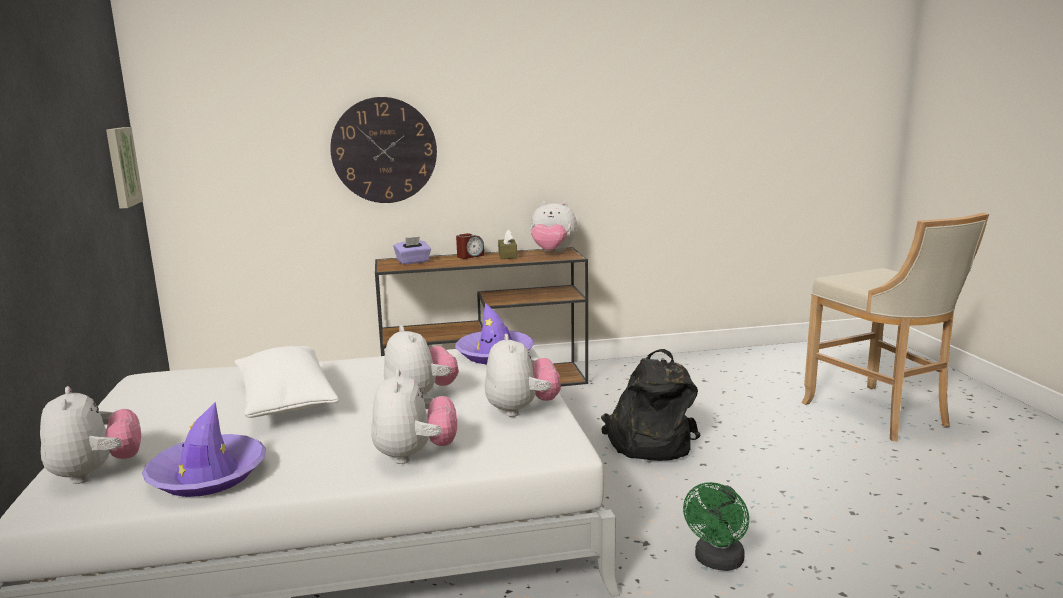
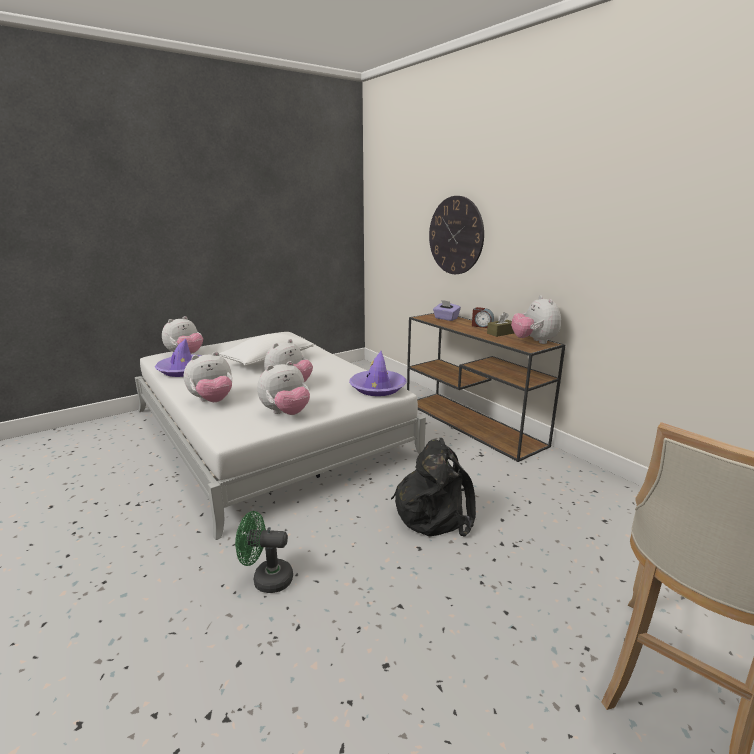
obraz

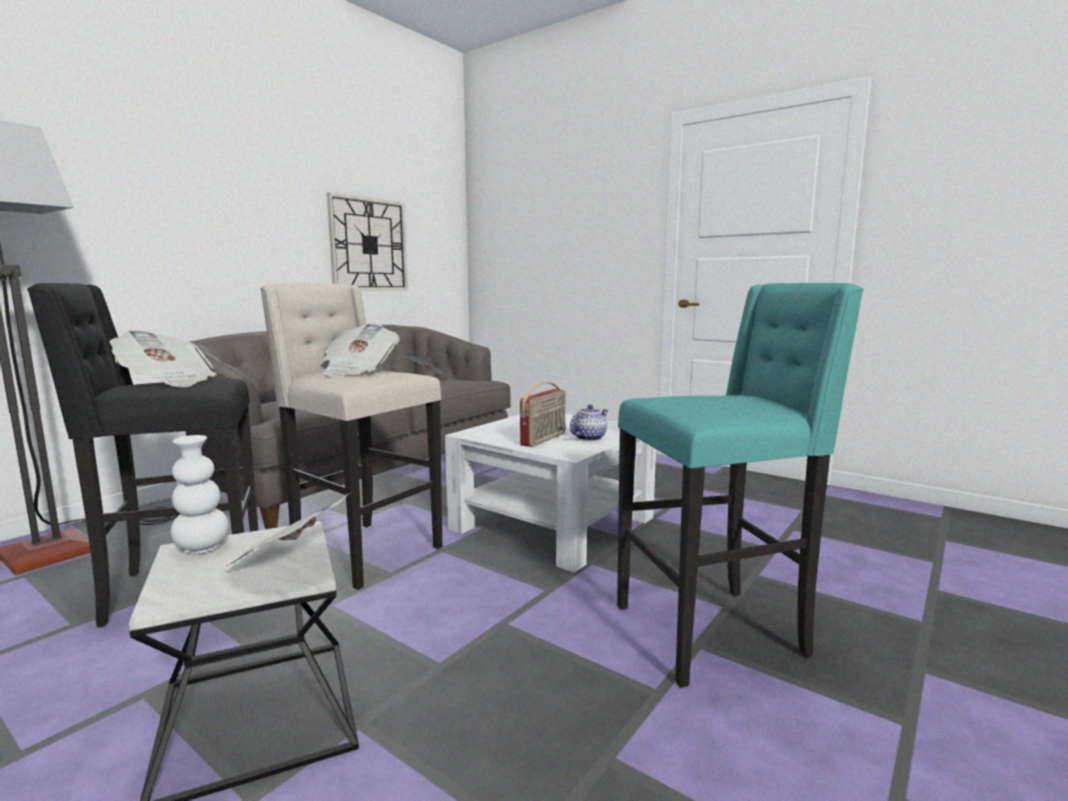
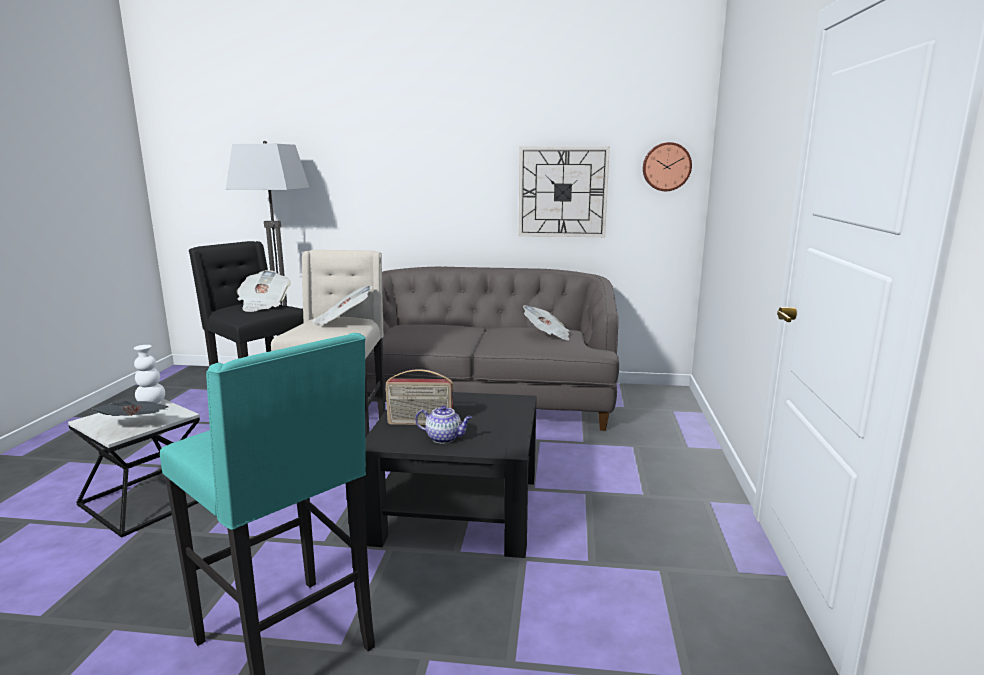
ława [czarny]
zegar ścienny (2nd from left)

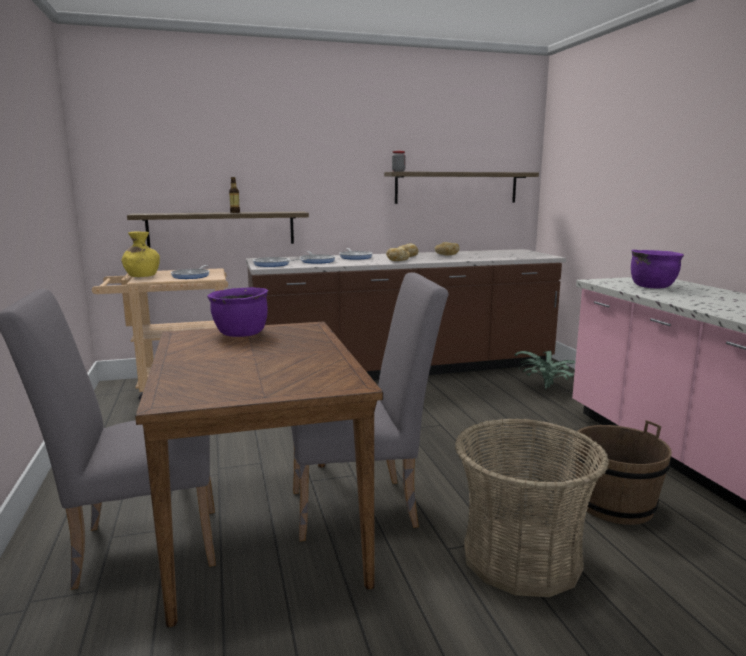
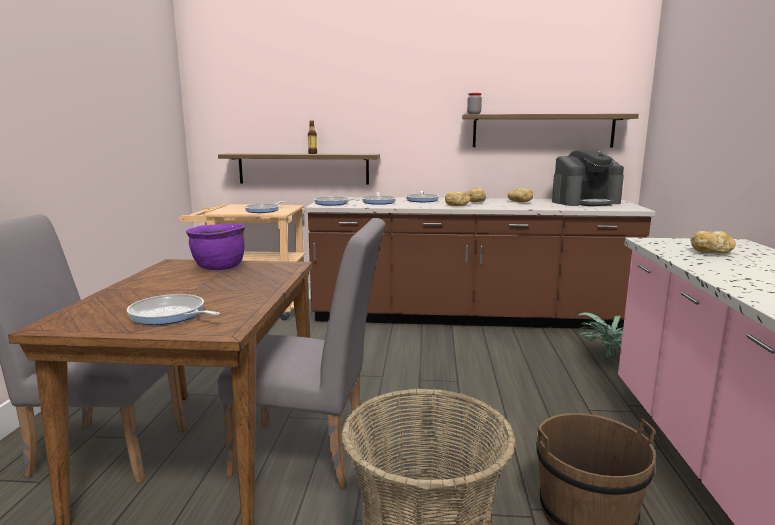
wazon [żółty]
chleb (4th from left)
patelnia (1st from left)
ekspres do kawy

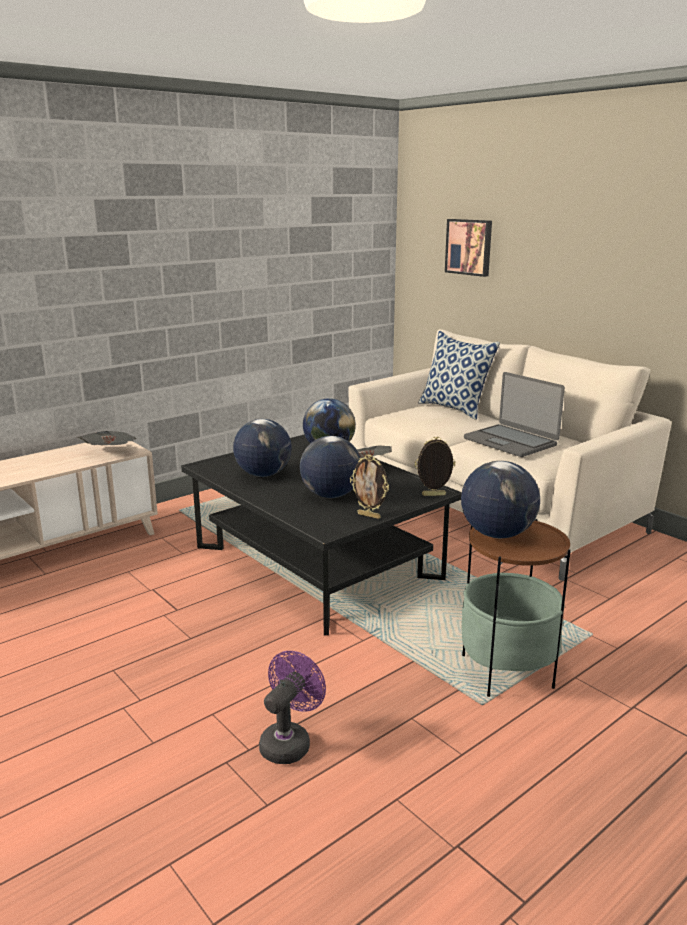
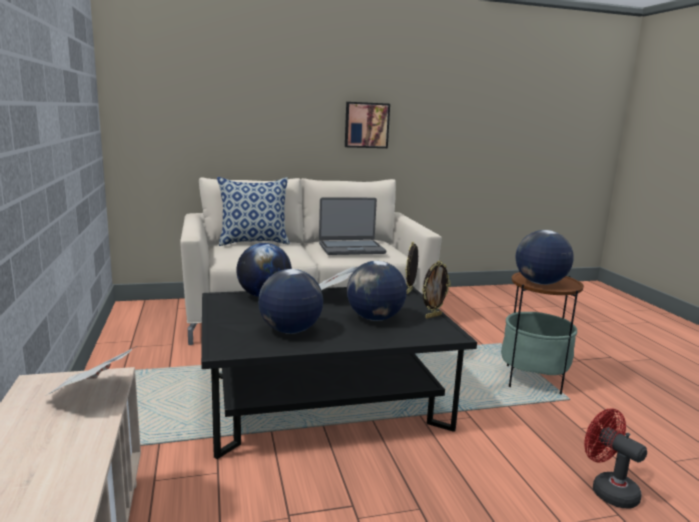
wentylator [czerwony]
obraz

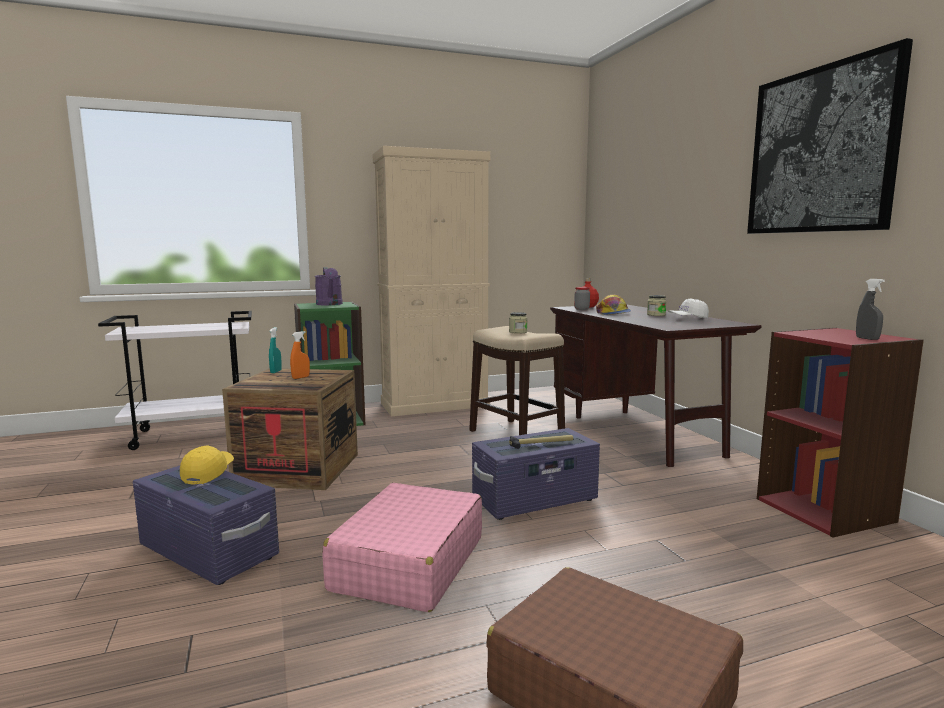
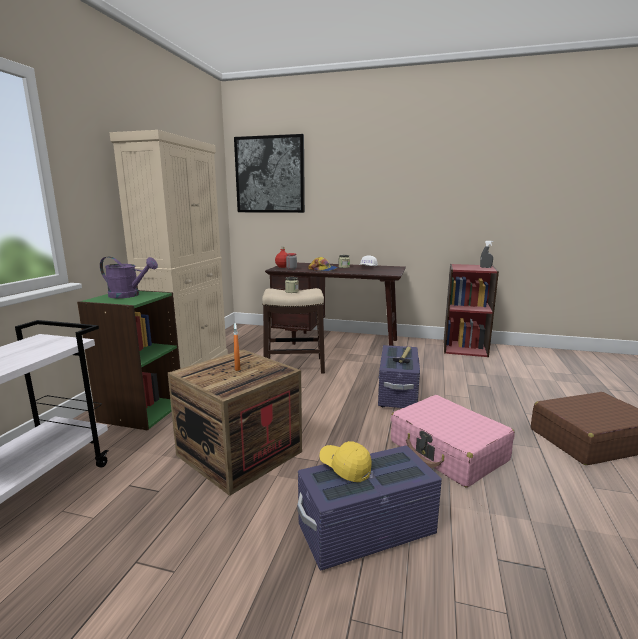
spryskiwacz [turkusowy]
obraz

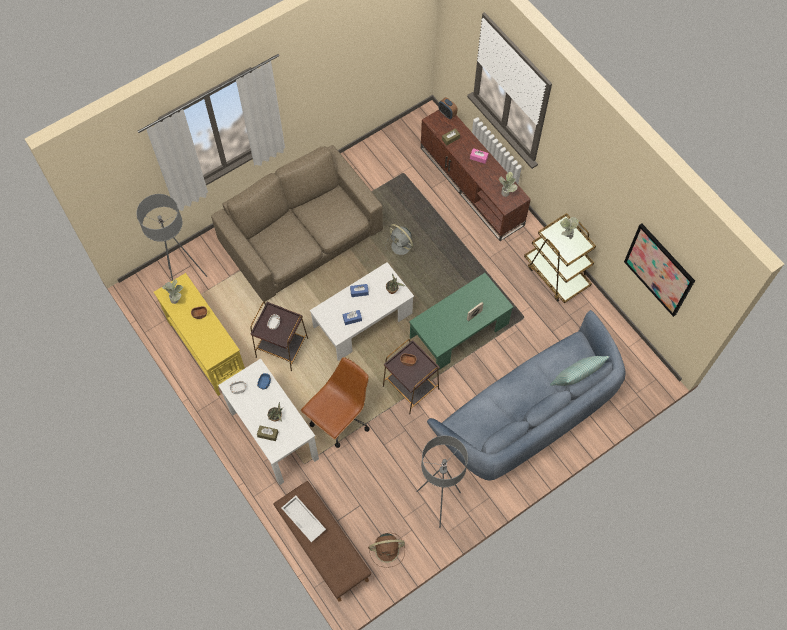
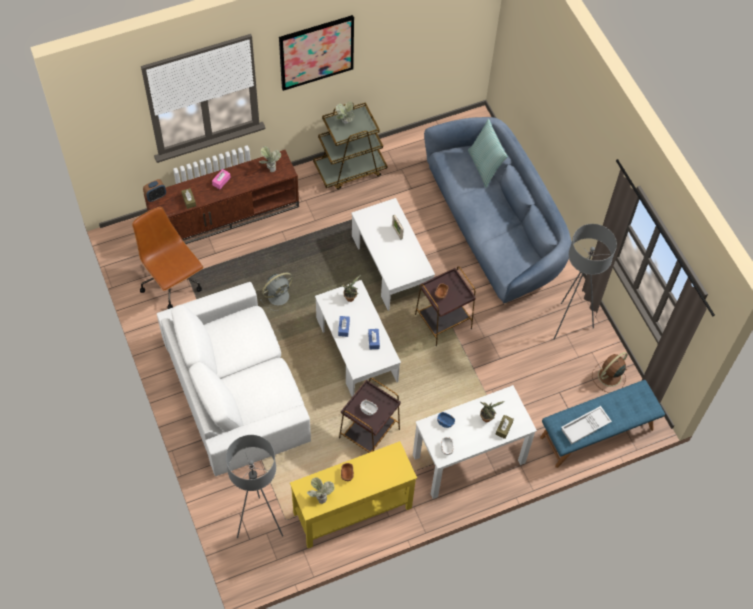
kanapa [biały]
ławka [niebieski]
krzesło biurowe [brązowy]
wentylator [brązowy]
ława [biały] (2nd from left)
obraz

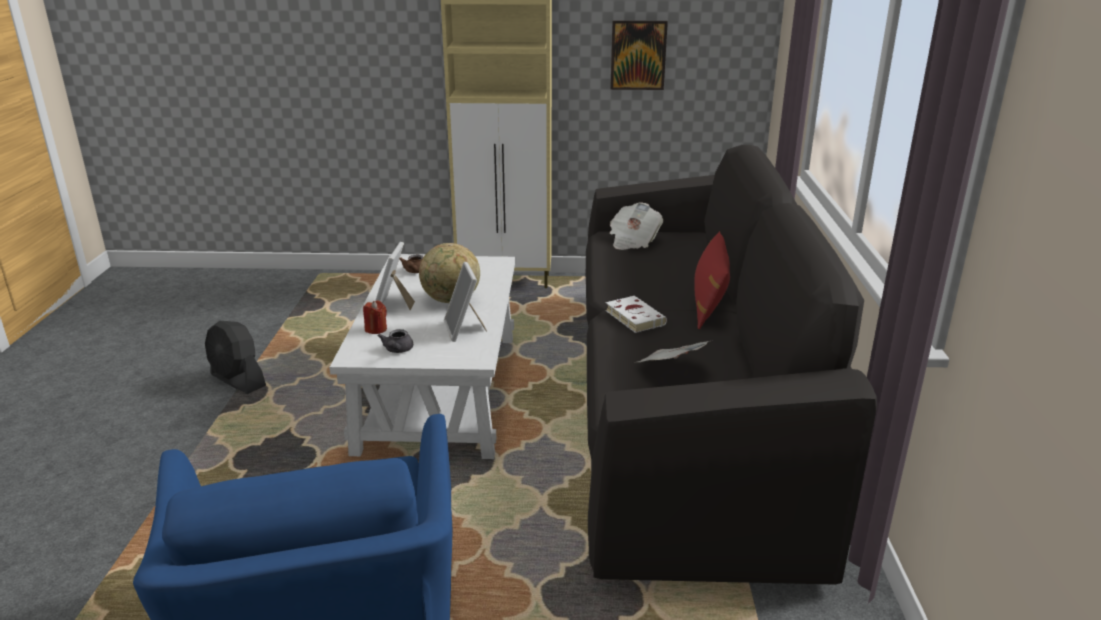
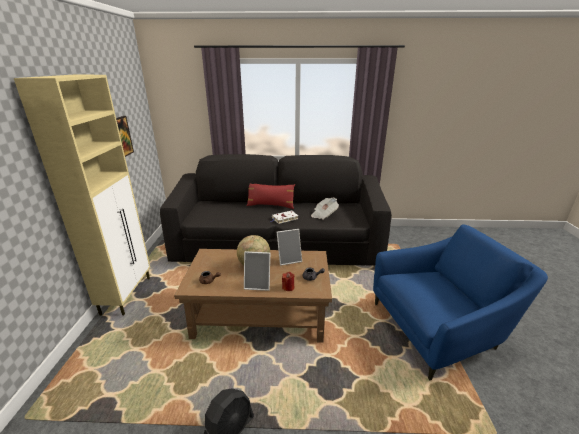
ława [brązowy]
gazeta (1st from left in the first image)

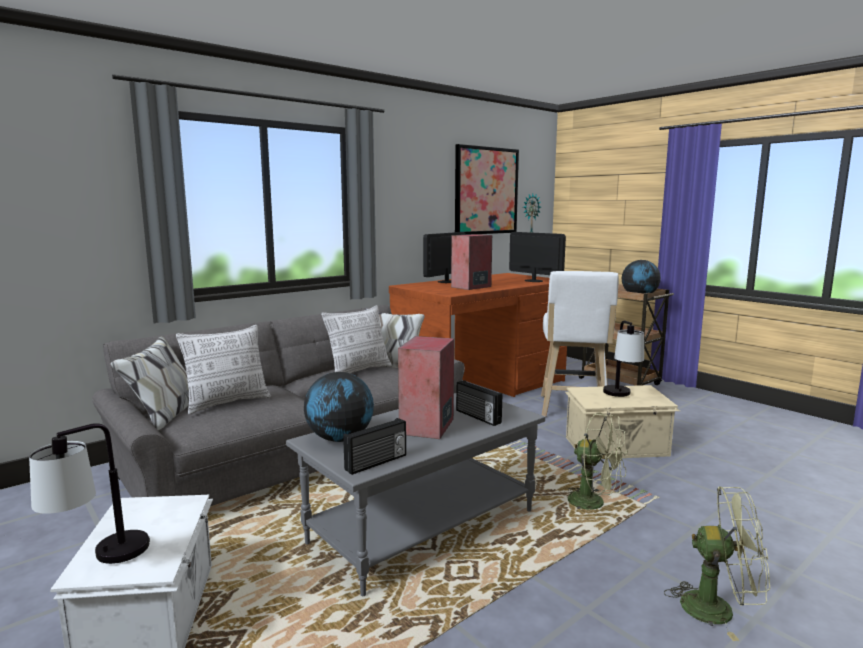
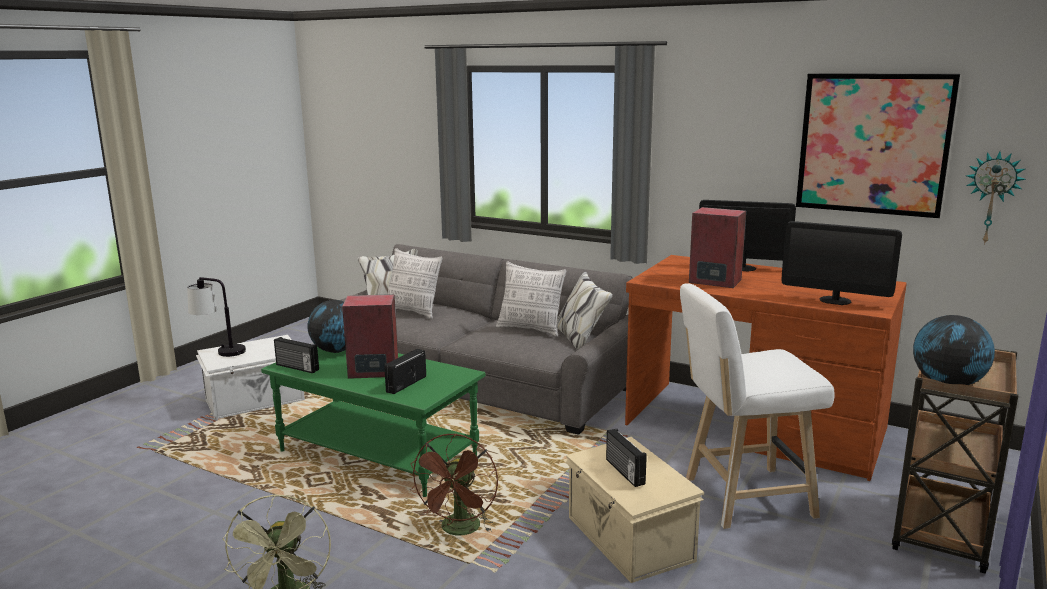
ława [zielony]
monitor (2nd from left)
wentylator [brązowy]
radio (3rd from left)

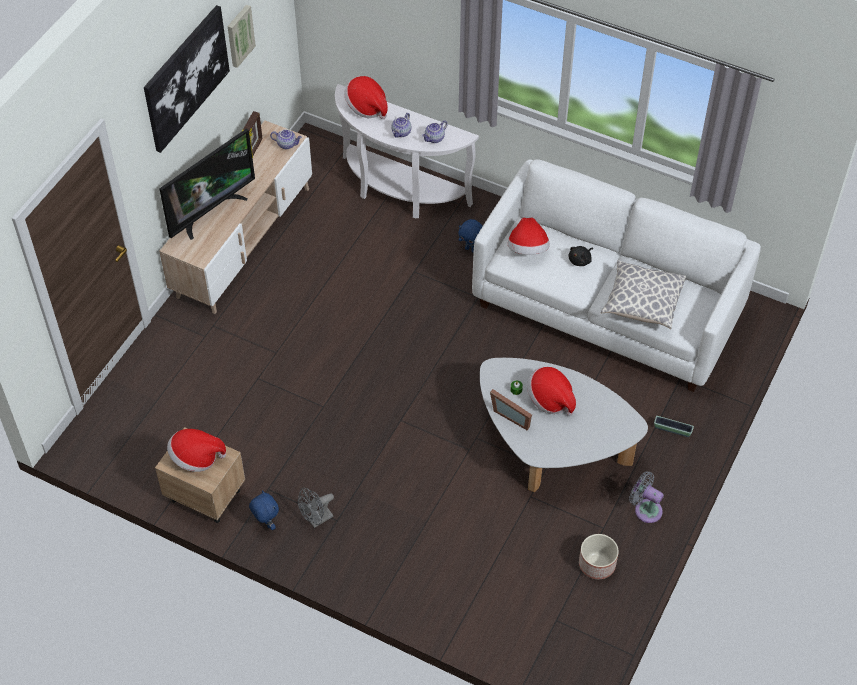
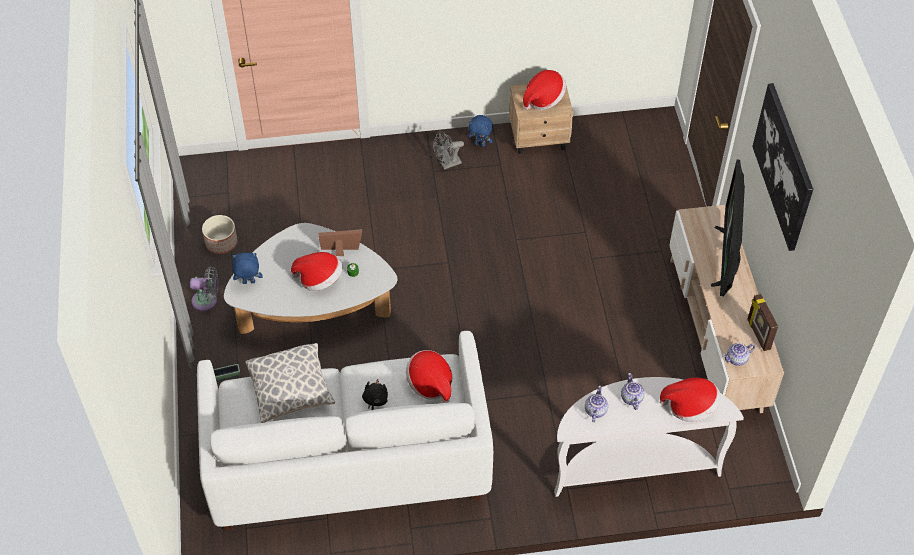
obraz (2nd from left in the first image)
wentylator [szary] (2nd from left)
pluszak [niebieski] (1st from left)

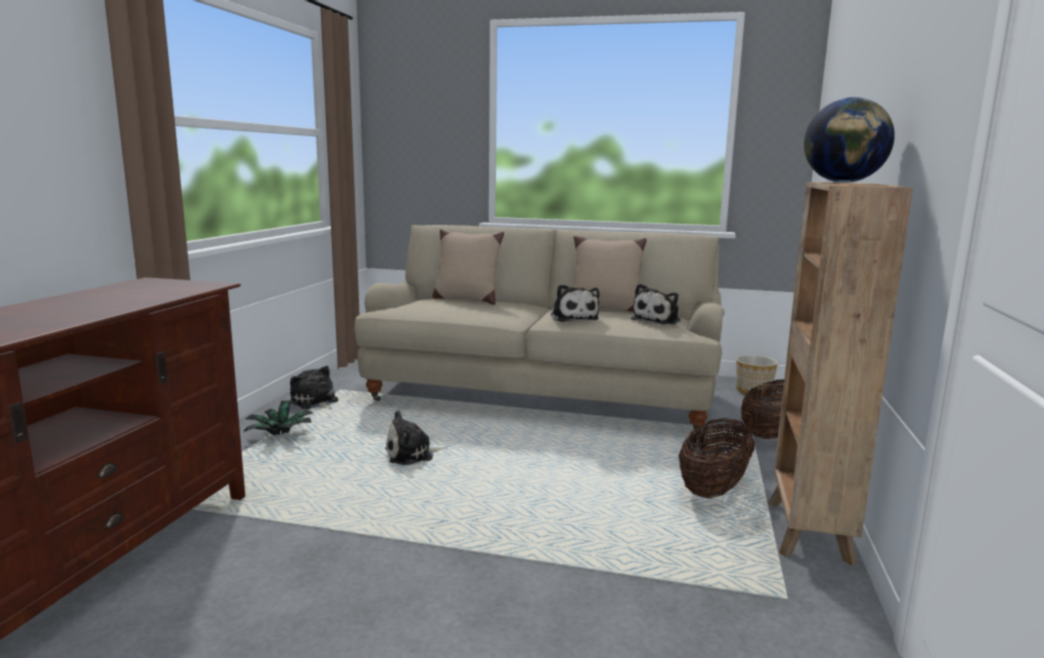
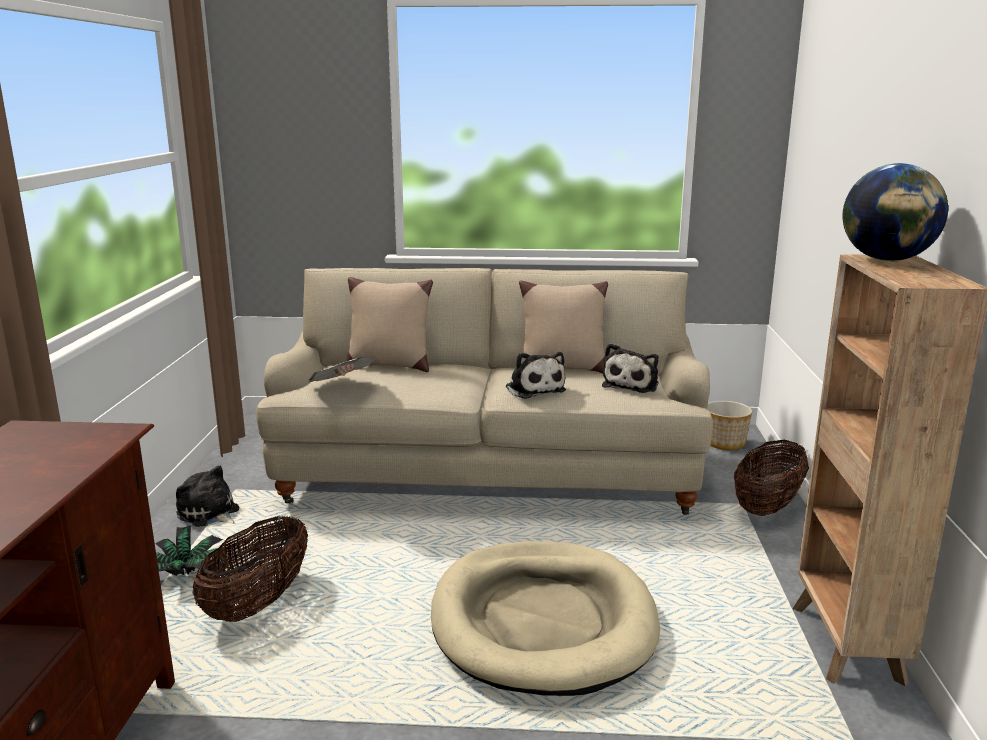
pluszak (2nd from left in the first image)
koszyk (1st from left)
gazeta
legowisko [beżowy]

